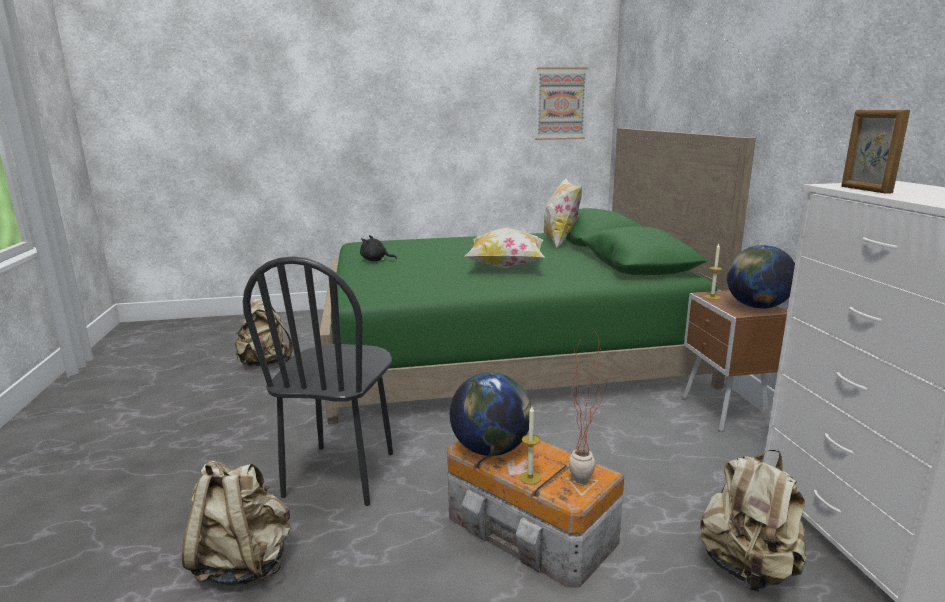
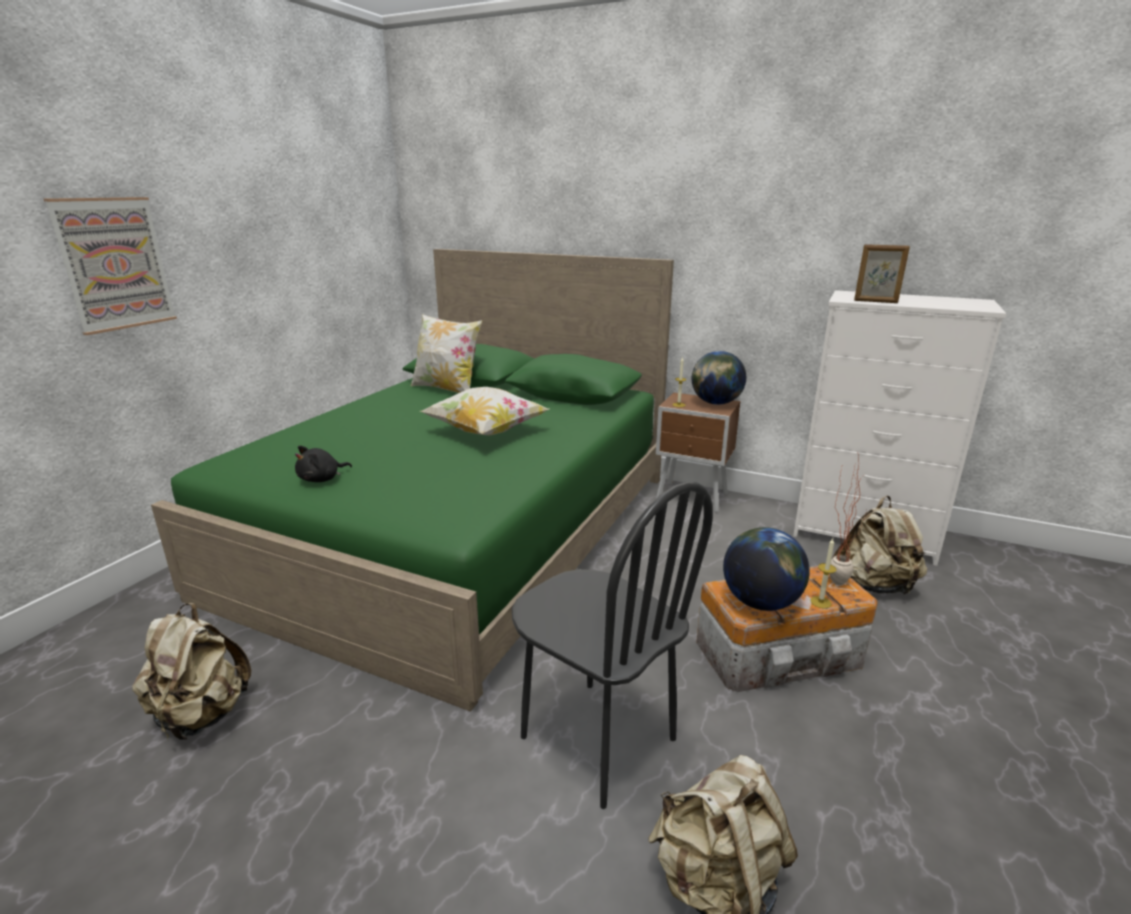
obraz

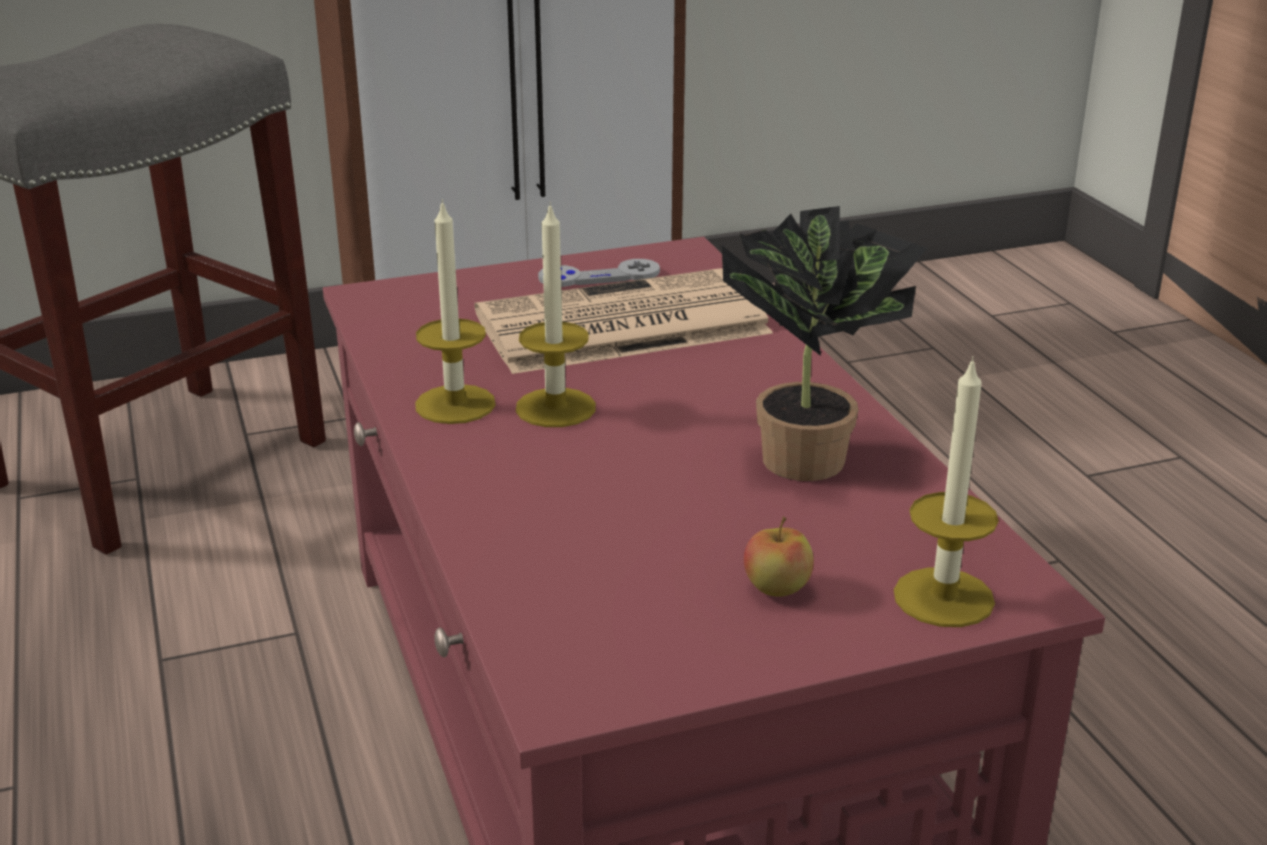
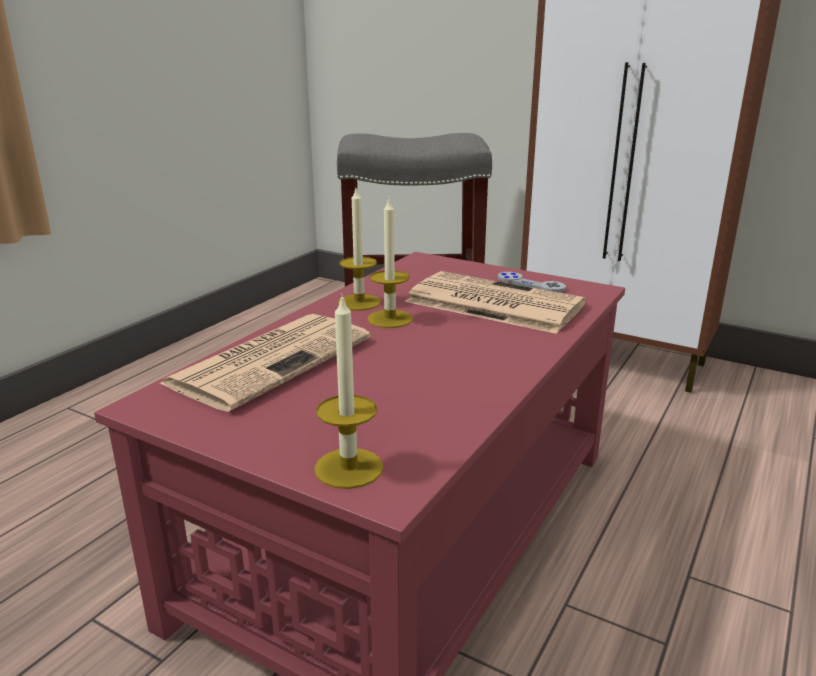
roślina doniczkowa
jabłko
gazeta (1st from left)

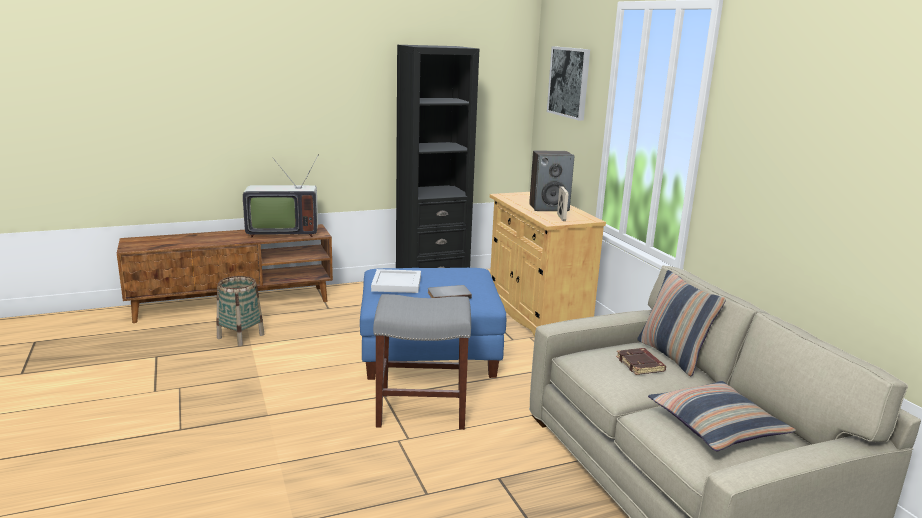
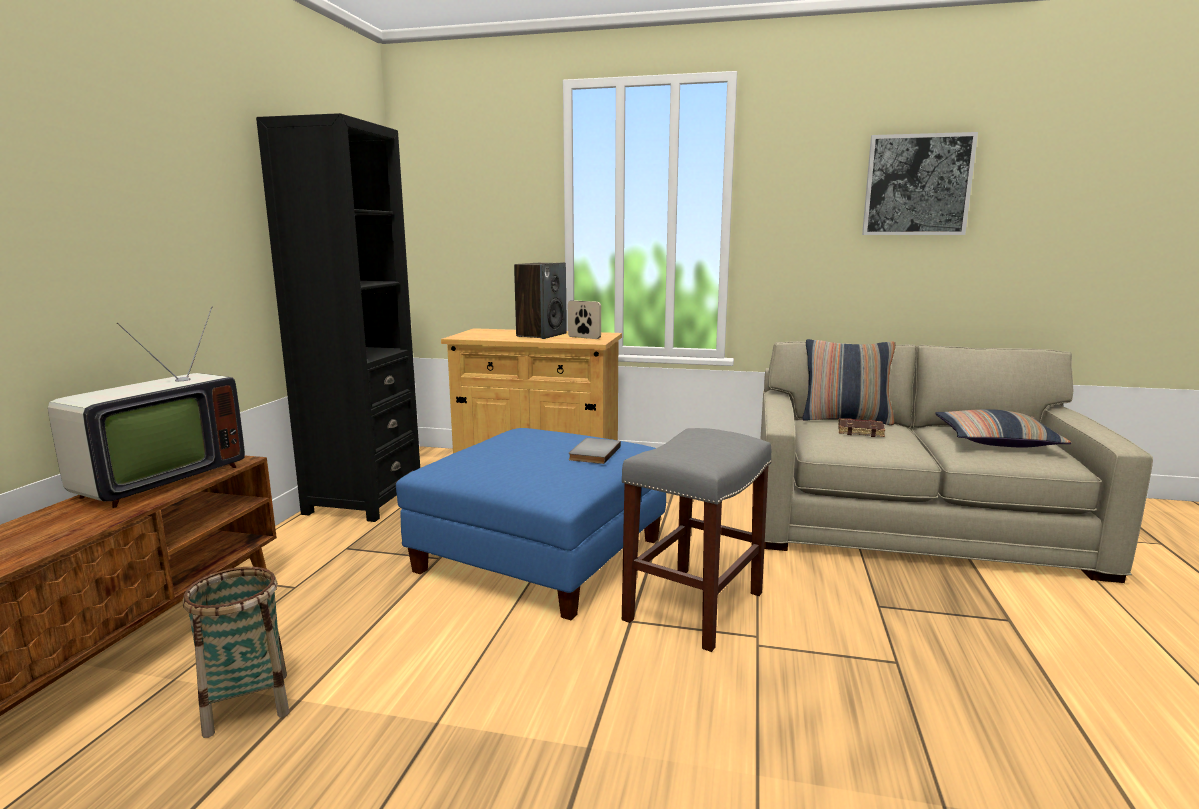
taca [biały]
obraz

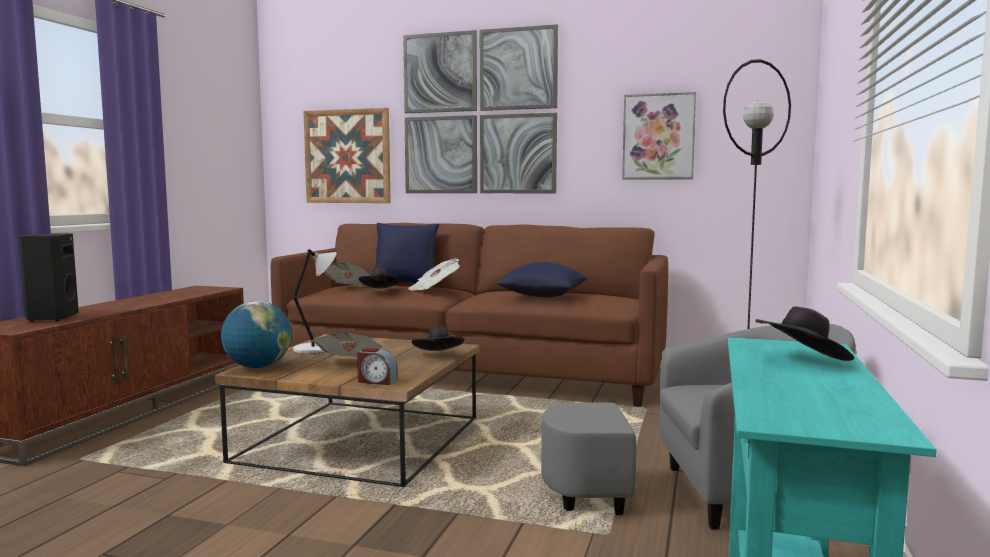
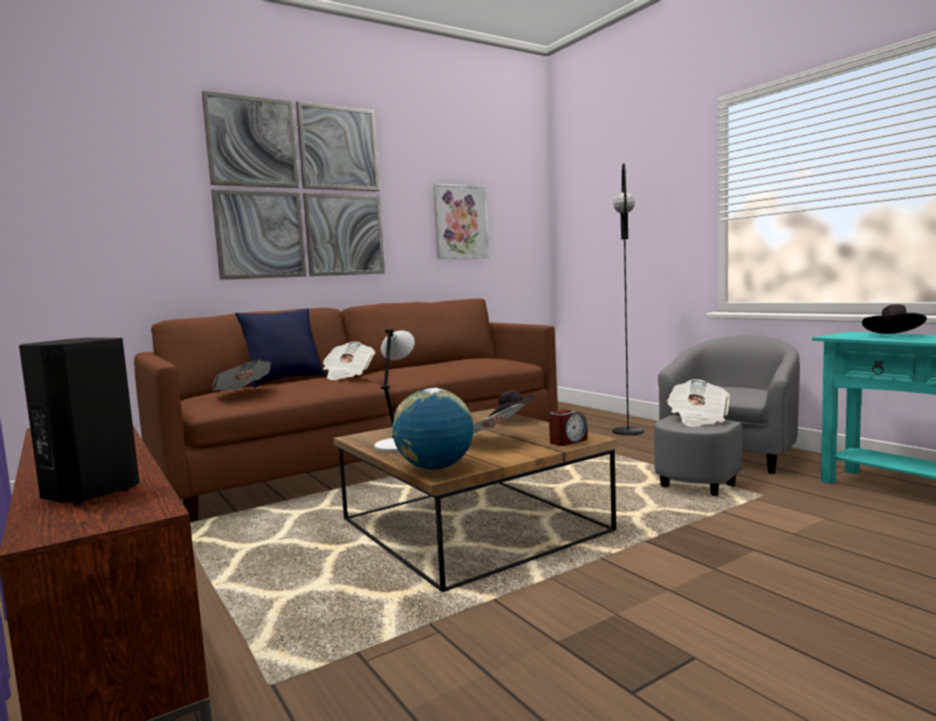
obraz (1st from left in the first image)
kapelusz [czarny] (1st from left in the first image)
poduszka [niebieski] (2nd from left in the first image)
gazeta (4th from left)

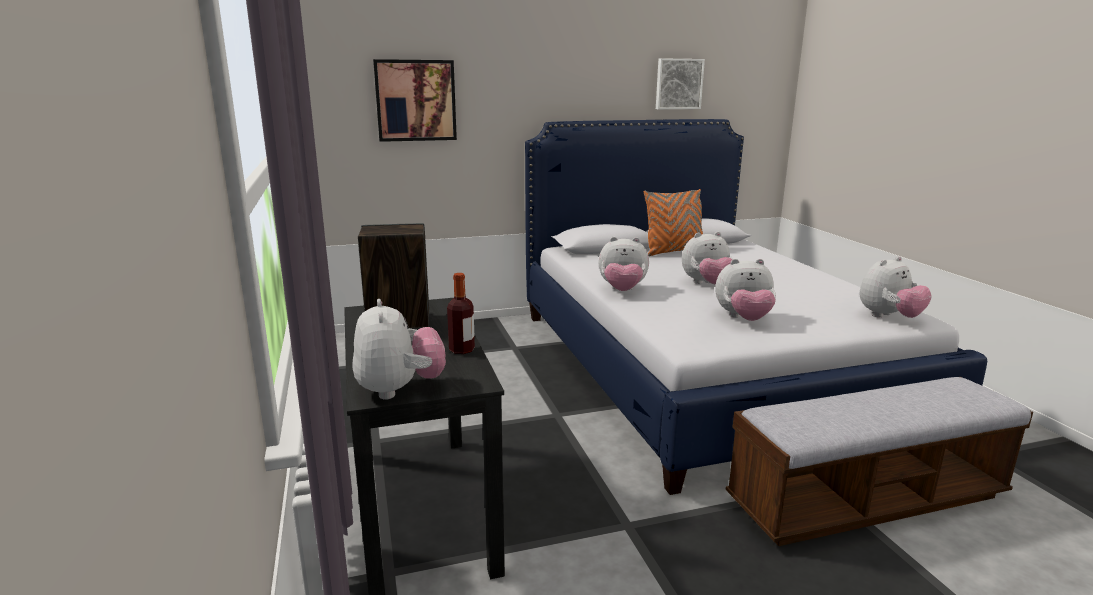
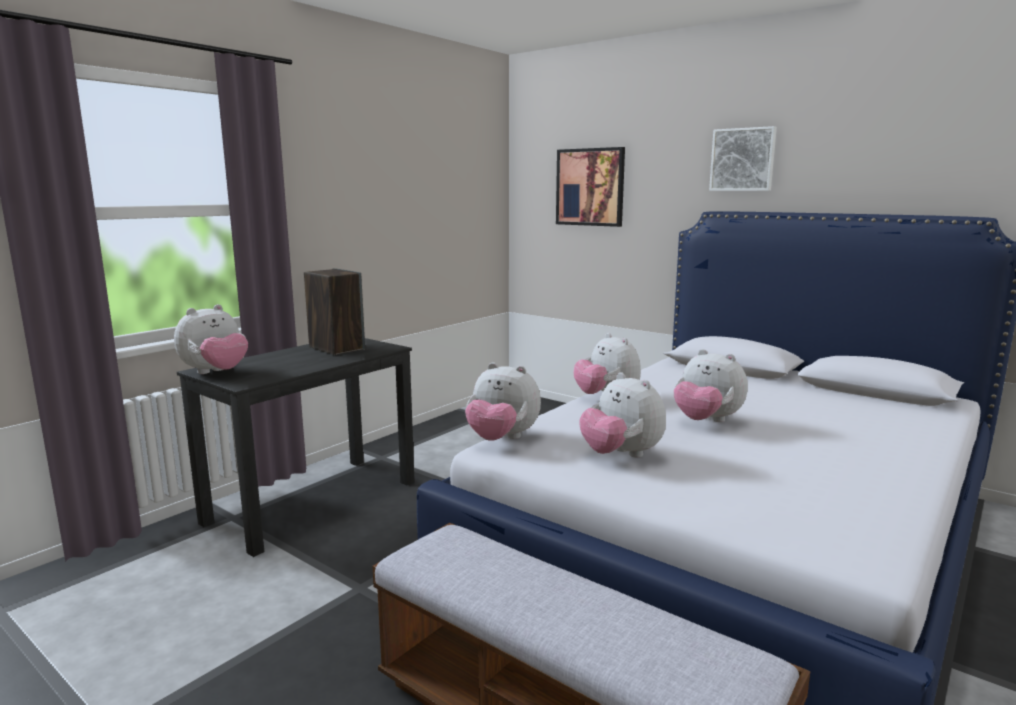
butelka
poduszka [pomarańczowy]
obraz (2nd from left)
pluszak (2nd from left)

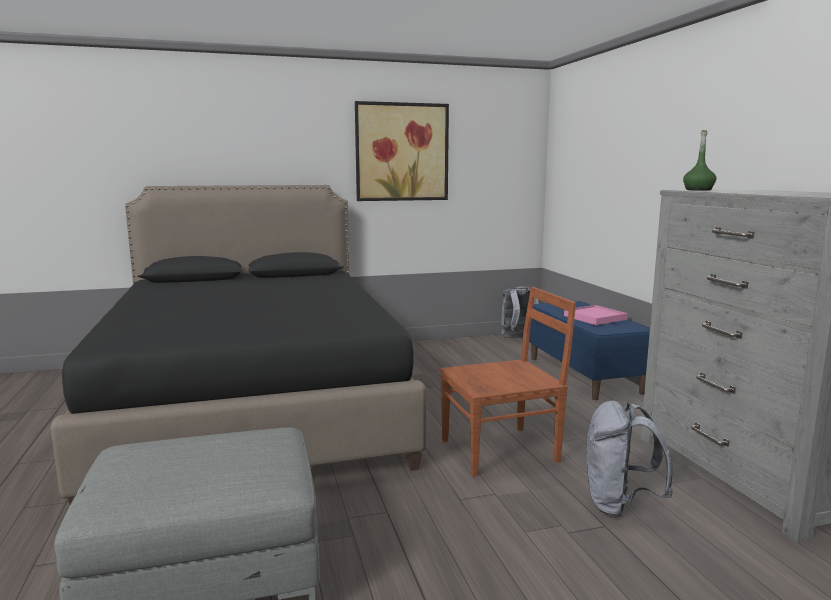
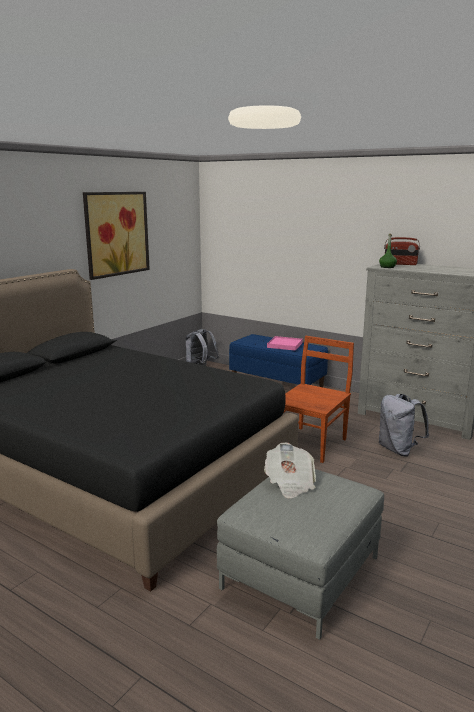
gazeta
radio

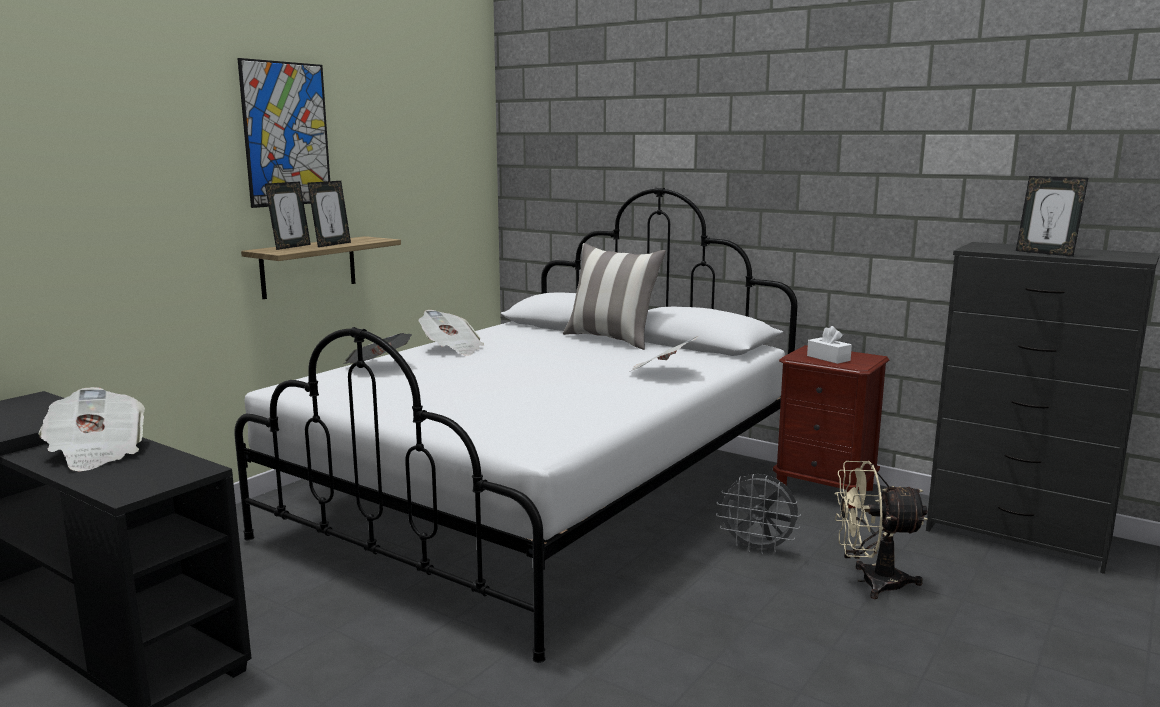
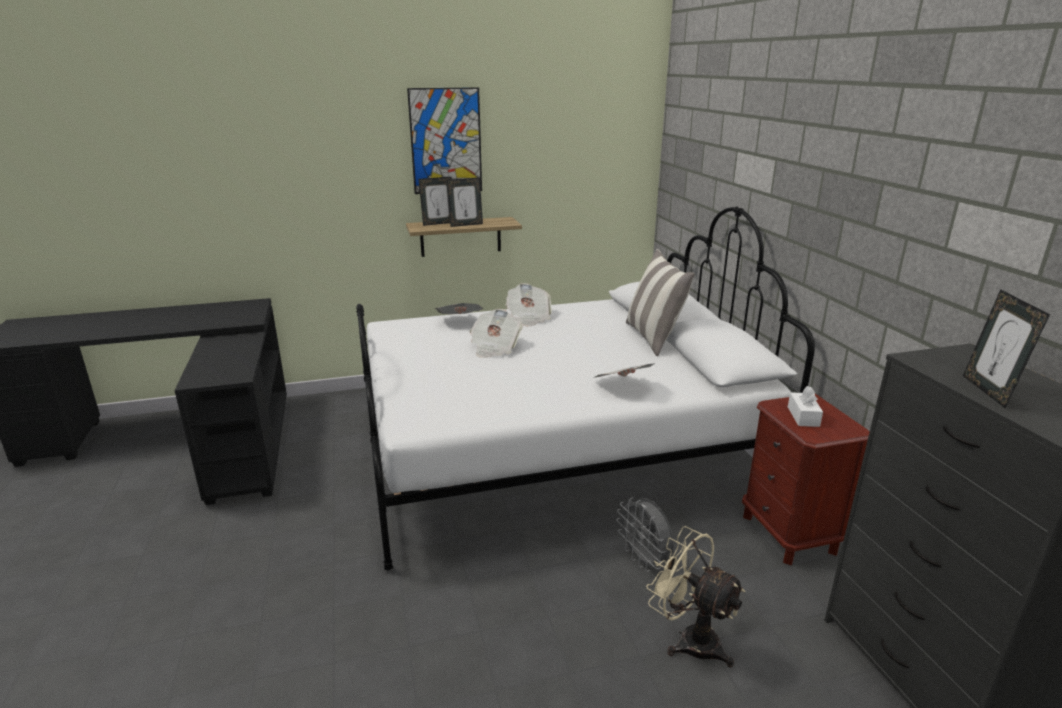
gazeta (2nd from left)

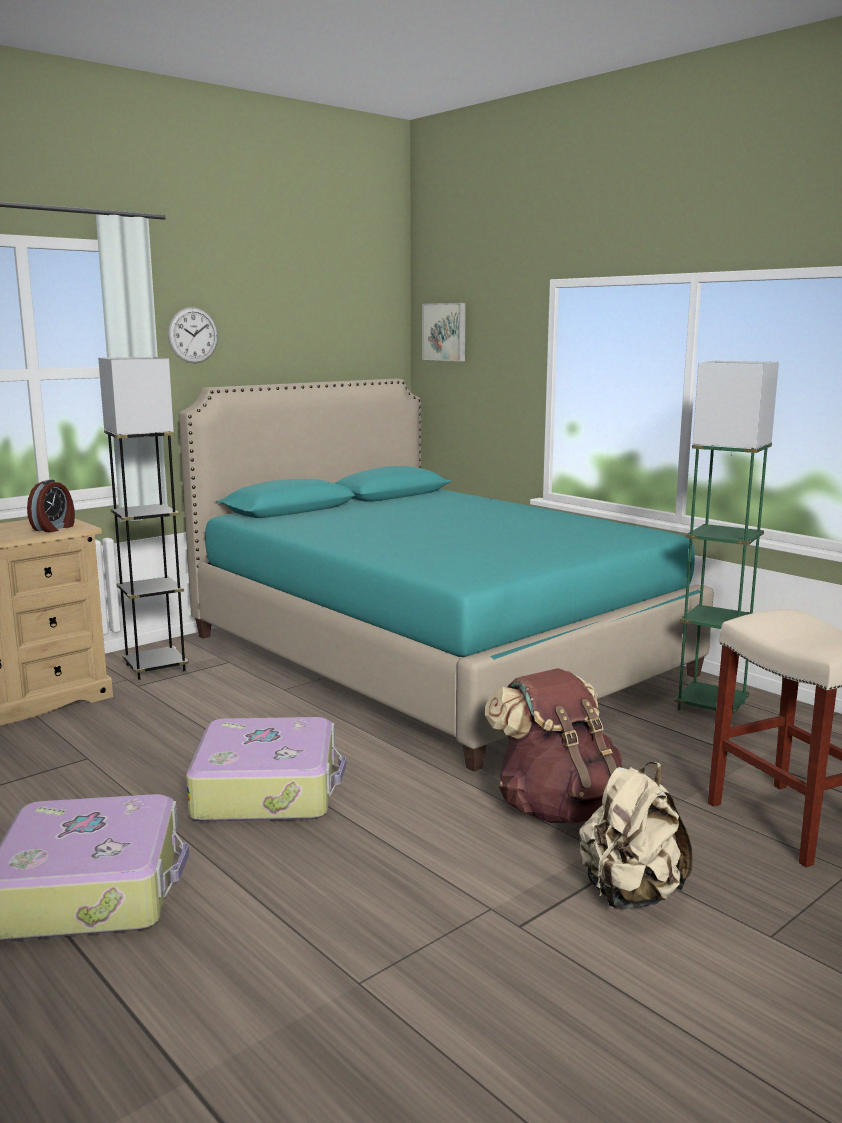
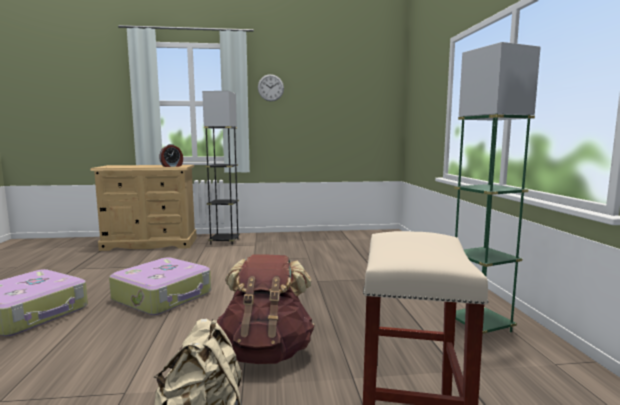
łóżko [turkusowy]
obraz

